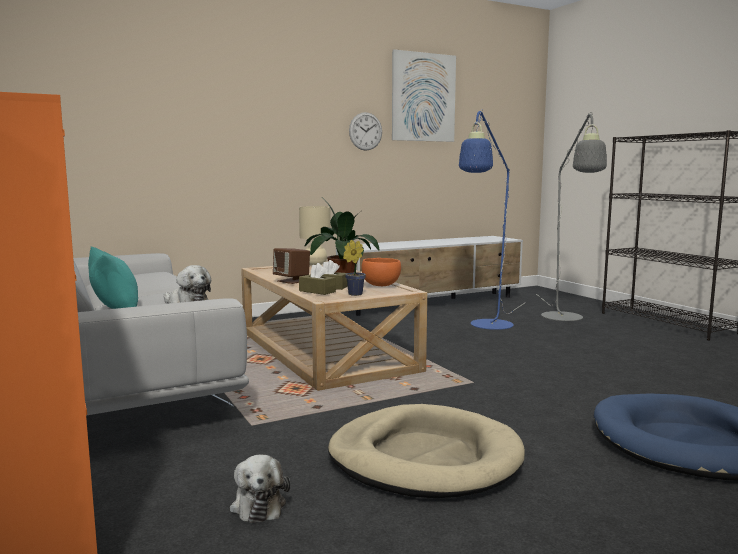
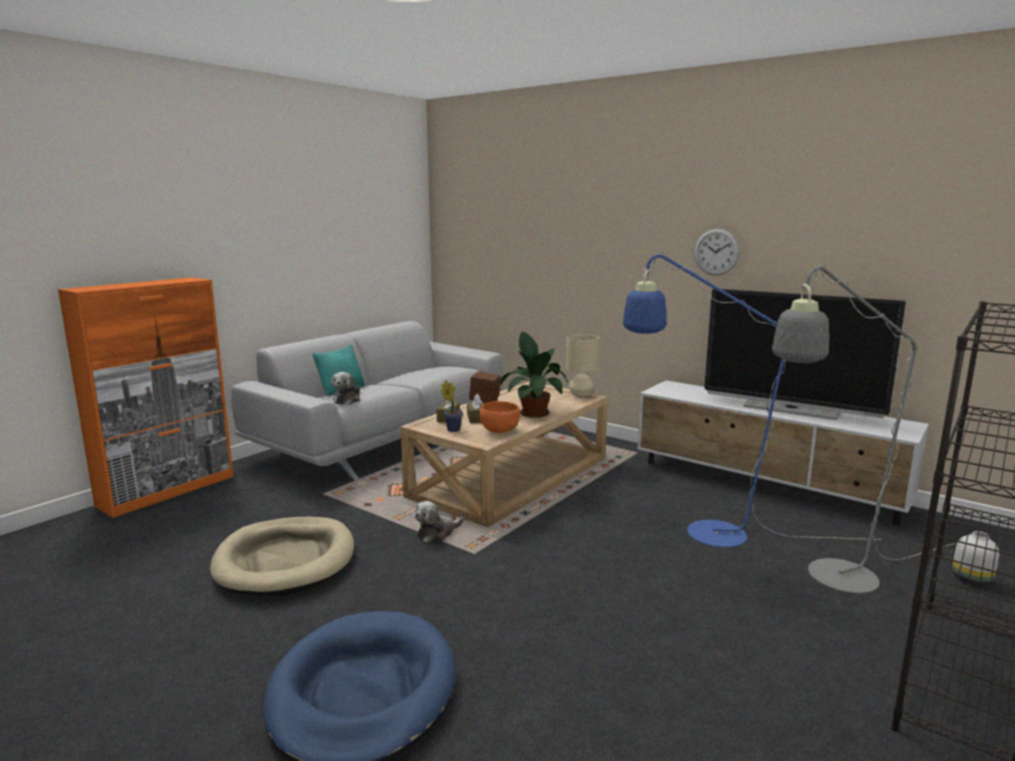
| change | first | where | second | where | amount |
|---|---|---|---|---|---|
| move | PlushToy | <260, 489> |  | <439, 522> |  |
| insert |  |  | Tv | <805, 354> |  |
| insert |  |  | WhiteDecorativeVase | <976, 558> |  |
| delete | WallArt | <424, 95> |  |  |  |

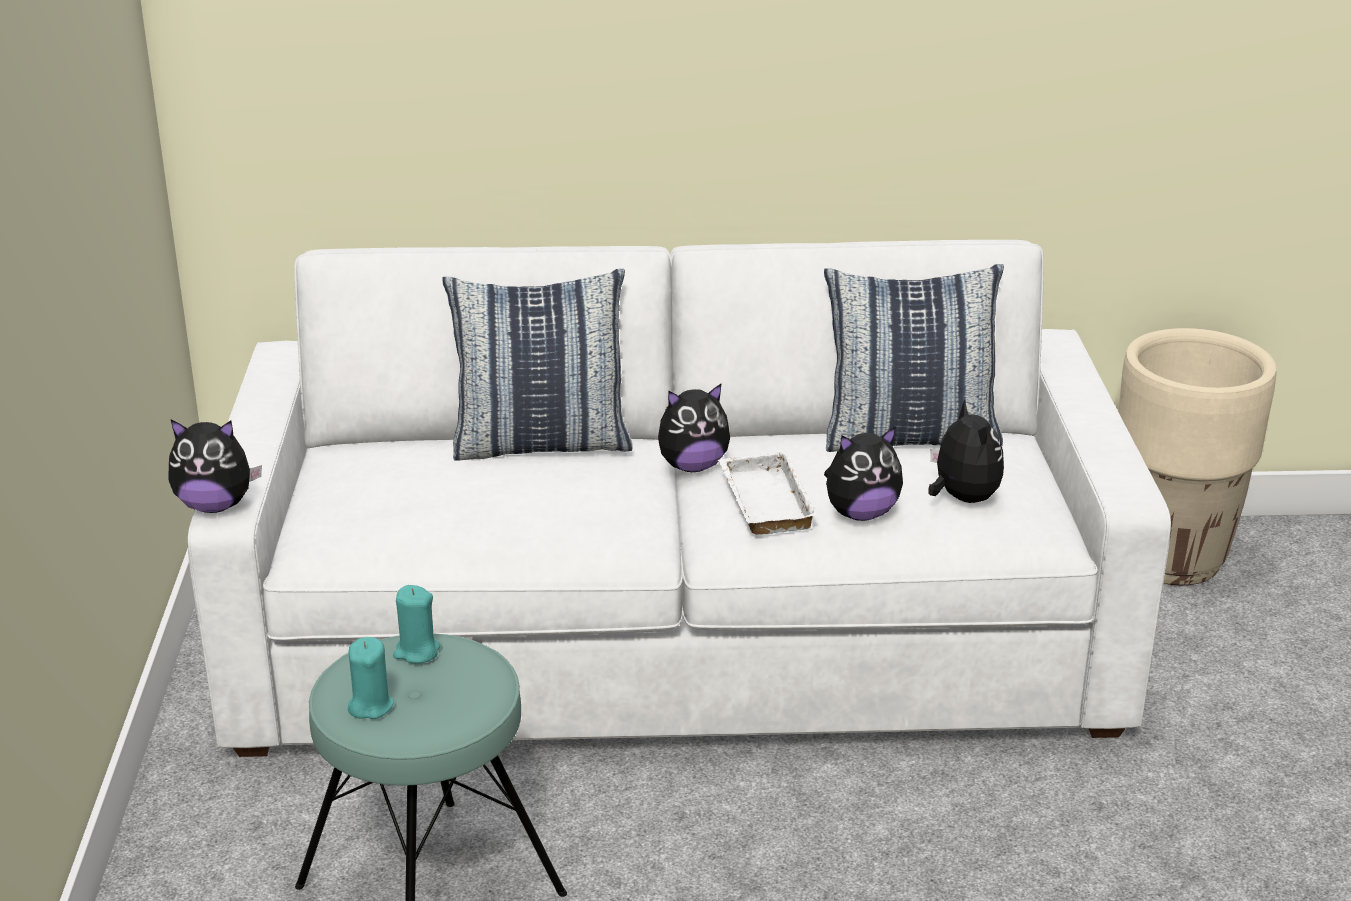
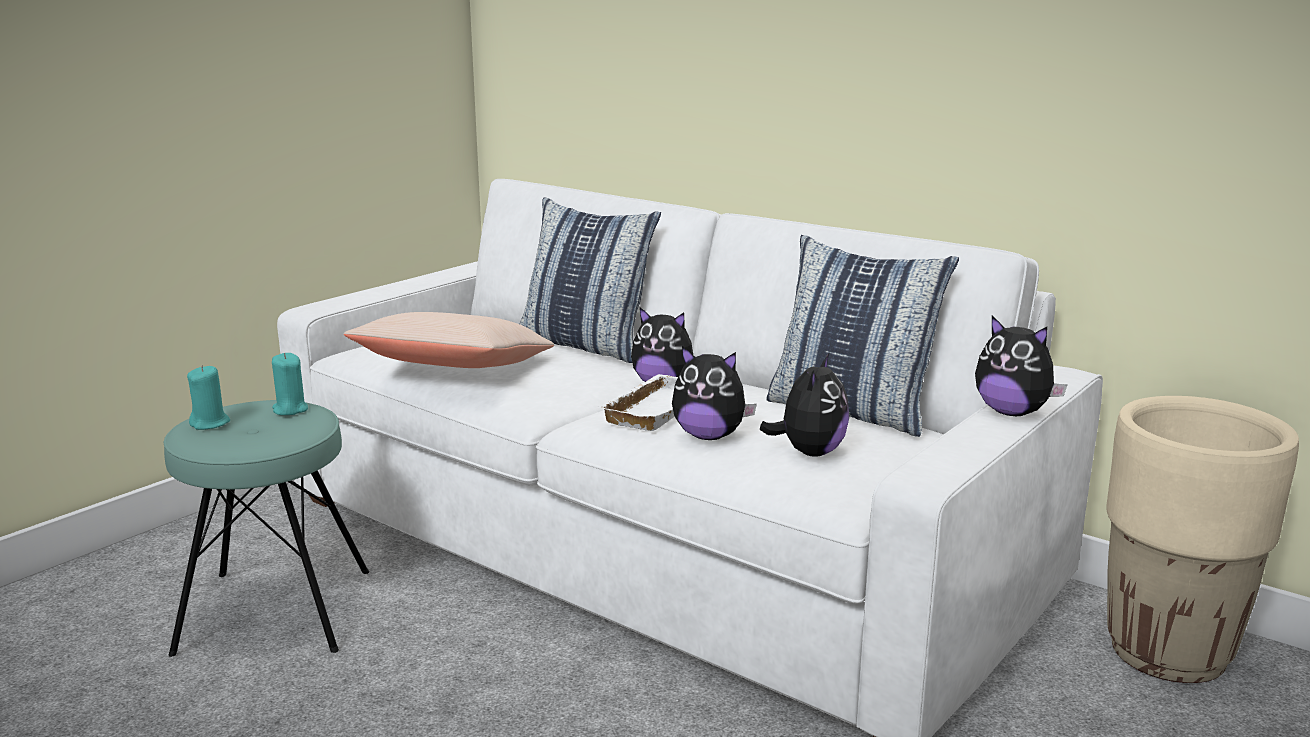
| change | first | where | second | where | amount |
|---|---|---|---|---|---|
| insert |  |  | SandColouredThrowPillow | <449, 340> |  |
| move | PlushToy | <215, 466> |  | <1021, 366> |  |

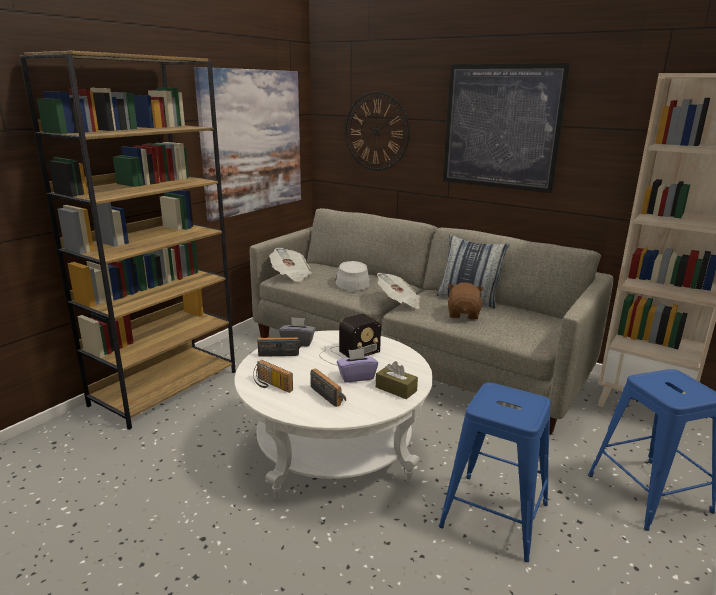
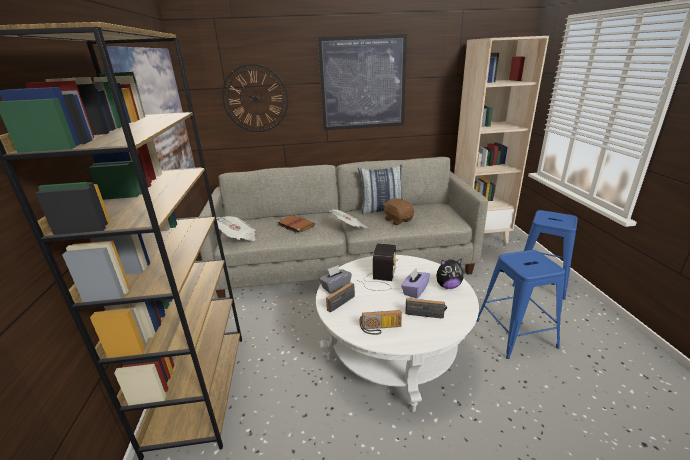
| change | first | where | second | where | amount |
|---|---|---|---|---|---|
| replace | GrayWearableHat | <353, 276> | BrownColouredBoundBook | <296, 224> |  |
| replace | BrownColouredTissueHolder | <397, 380> | PlushToy | <449, 273> |  |

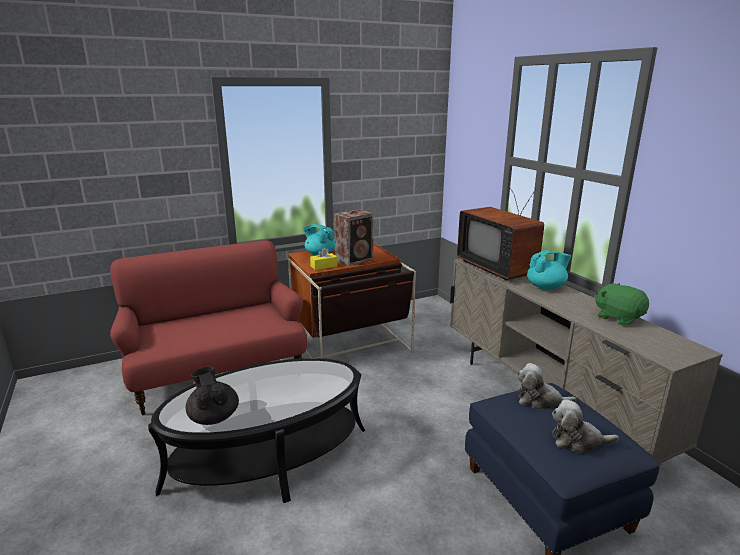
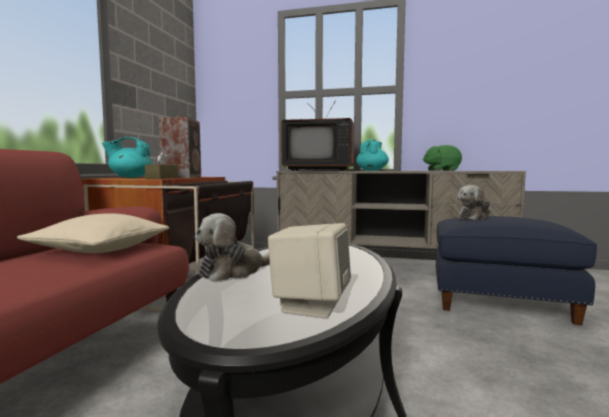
| change | first | where | second | where | amount |
|---|---|---|---|---|---|
| insert |  |  | SandColouredThrowPillow | <93, 233> |  |
| recolor | YellowTissueHolder | <323, 258> | BrownColouredTissueHolder | <161, 165> |  |
| move | PlushToy | <585, 426> |  | <232, 247> |  |
| replace | BlackPotForTea | <212, 395> | SandColouredAudioSpeaker | <309, 270> |  |

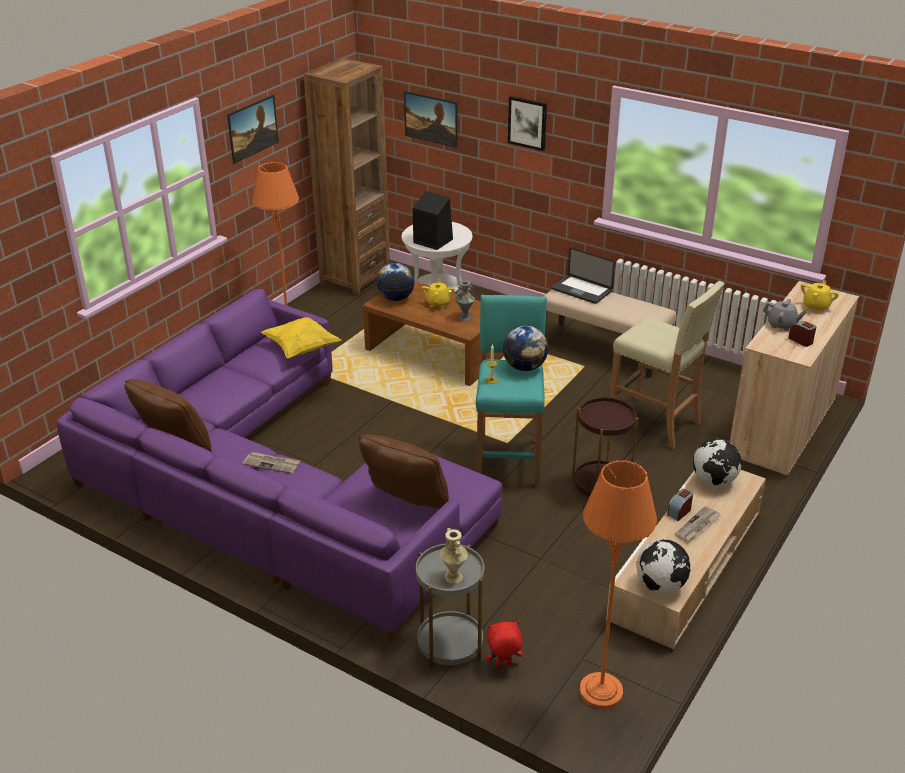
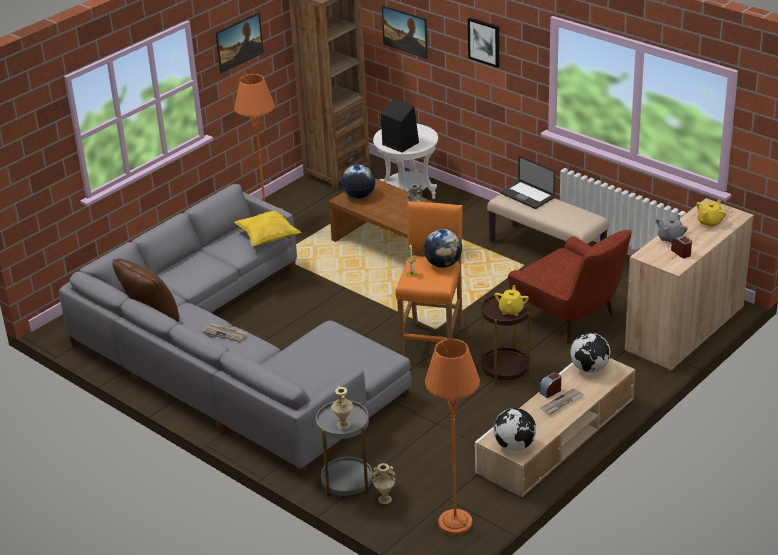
| change | first | where | second | where | amount |
|---|---|---|---|---|---|
| recolor | PurpleSofa | <280, 465> | GraySofa | <235, 330> |  |
| replace | RedPlushToy | <504, 644> | SandColouredDecorativeVase | <383, 483> |  |
| recolor | BlueGreenStoolSeat | <511, 391> | OrangeyStoolSeat | <429, 278> |  |
| move | YellowPotForTea | <438, 293> |  | <511, 300> |  |
| replace | SandColouredStoolSeat | <667, 365> | RedArmchair | <570, 287> |  |
| rotate | GrayPotForTea | <785, 315> |  | <672, 229> | 90 degrees counterclockwise |
| delete | BrownColouredThrowPillow | <404, 471> |  |  |  |

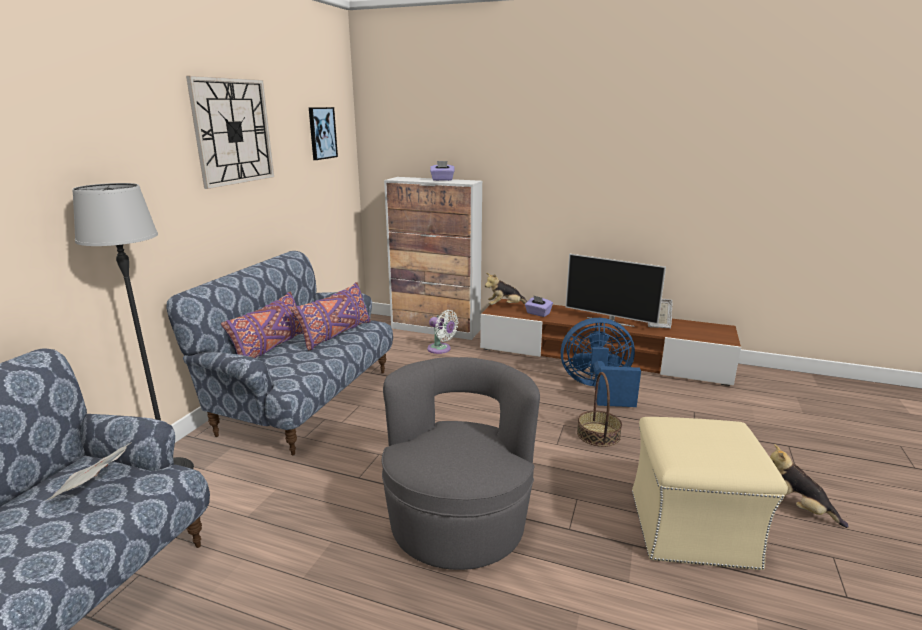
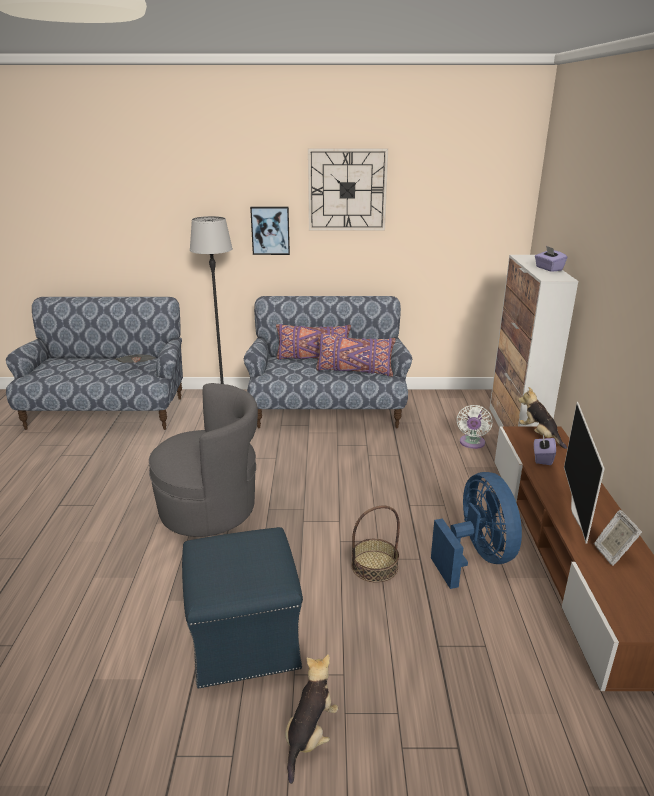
| change | first | where | second | where | amount |
|---|---|---|---|---|---|
| recolor | SandColouredFootrest | <710, 493> | BlueFootrest | <242, 607> |  |
| move | WallArt | <323, 133> |  | <270, 230> |  |

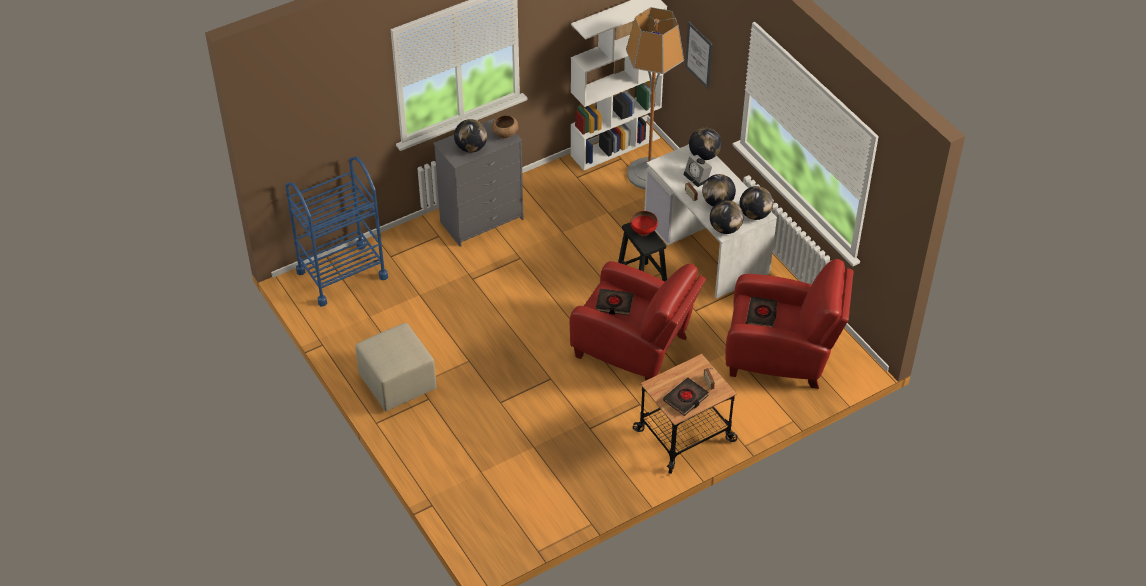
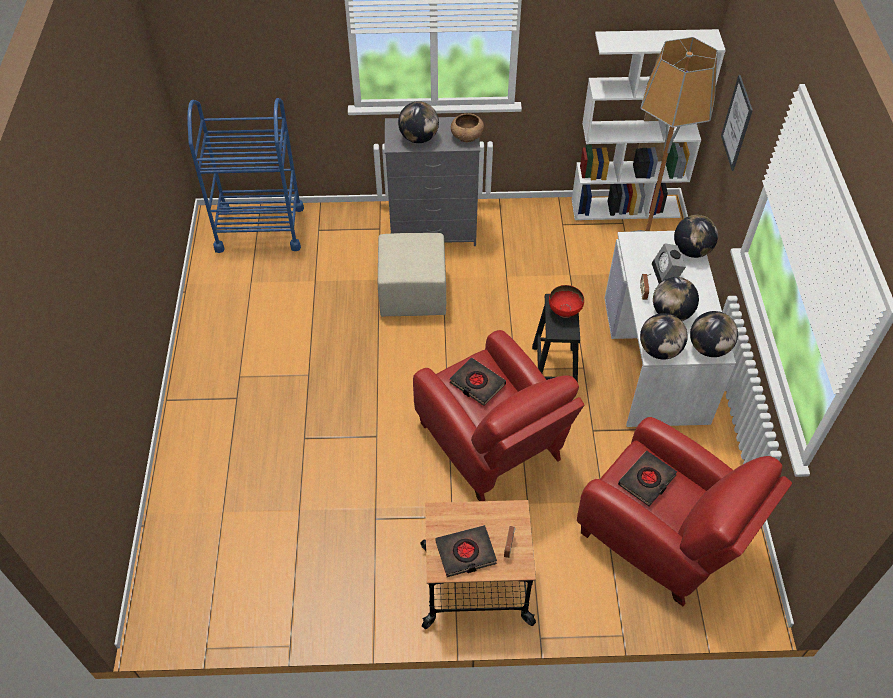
| change | first | where | second | where | amount |
|---|---|---|---|---|---|
| move | SandColouredFootrest | <396, 367> |  | <412, 275> |  |

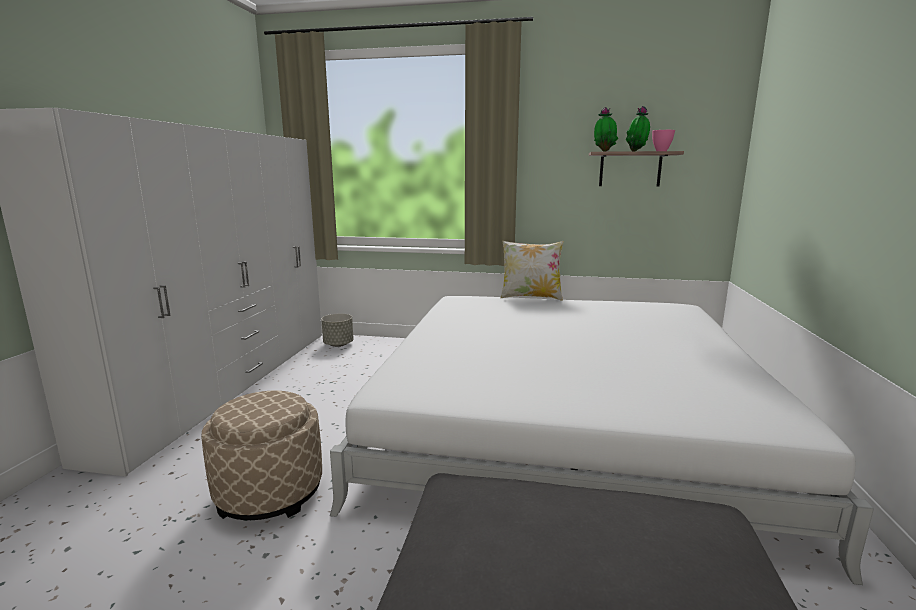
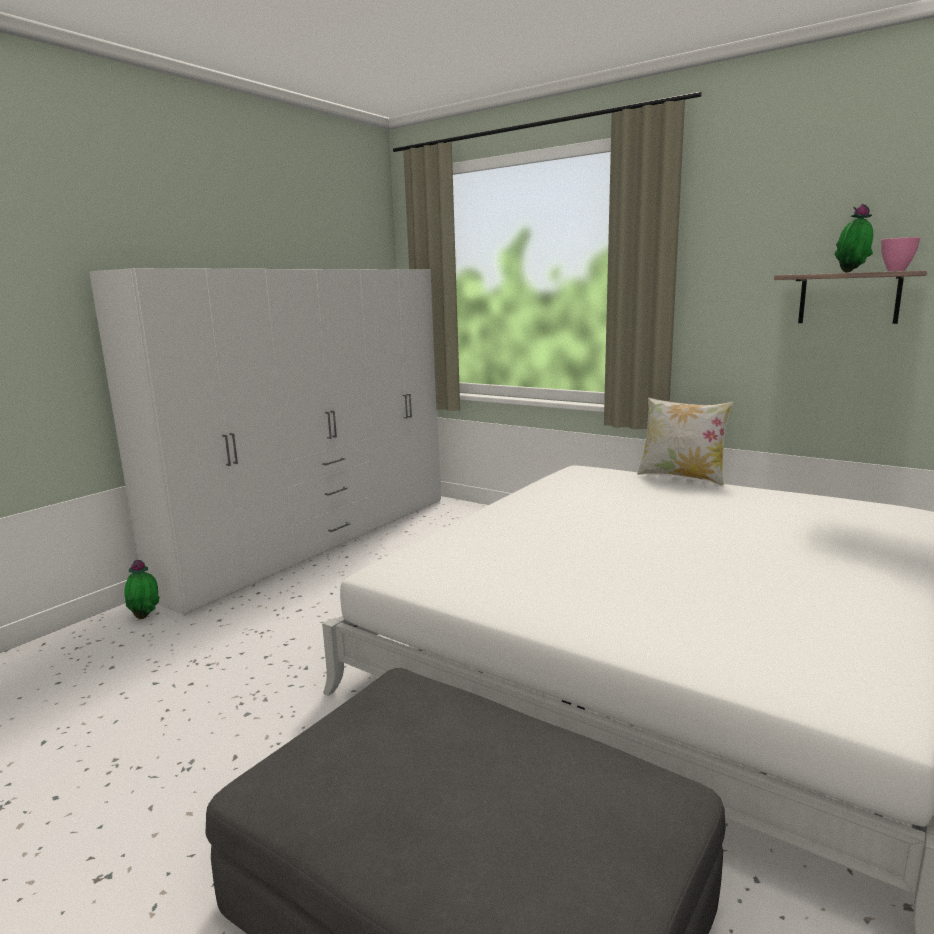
| change | first | where | second | where | amount |
|---|---|---|---|---|---|
| move | PlantInAPot | <606, 129> |  | <142, 589> |  |
| delete | SandColouredFootrest | <261, 455> |  |  |  |
| delete | GrayFlowerPot | <337, 330> |  |  |  |

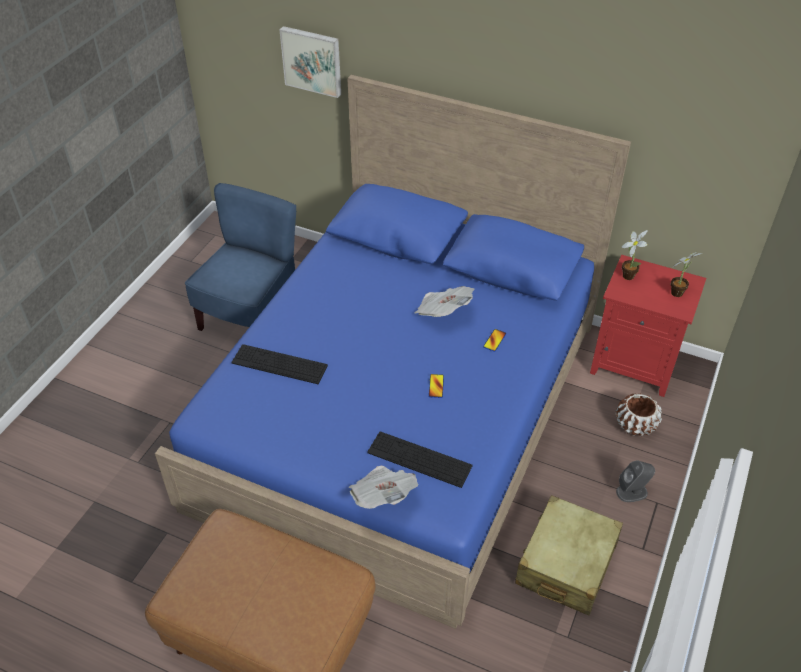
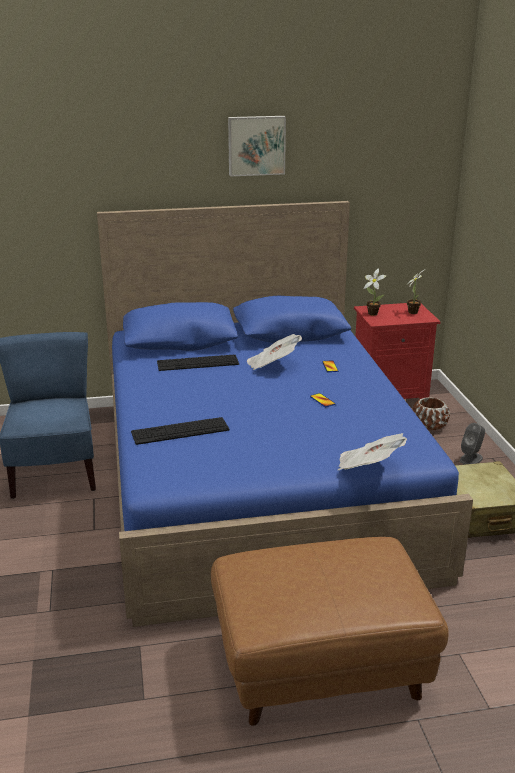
| change | first | where | second | where | amount |
|---|---|---|---|---|---|
| move | PcKeyboard | <420, 459> |  | <198, 362> |  |
| move | WallArt | <310, 62> |  | <257, 146> |  |

